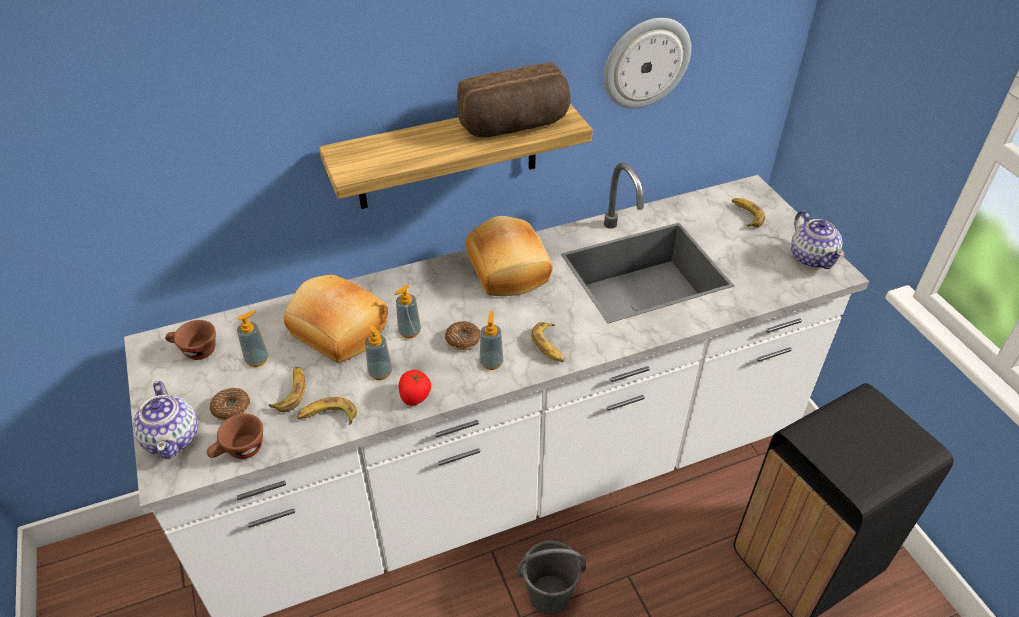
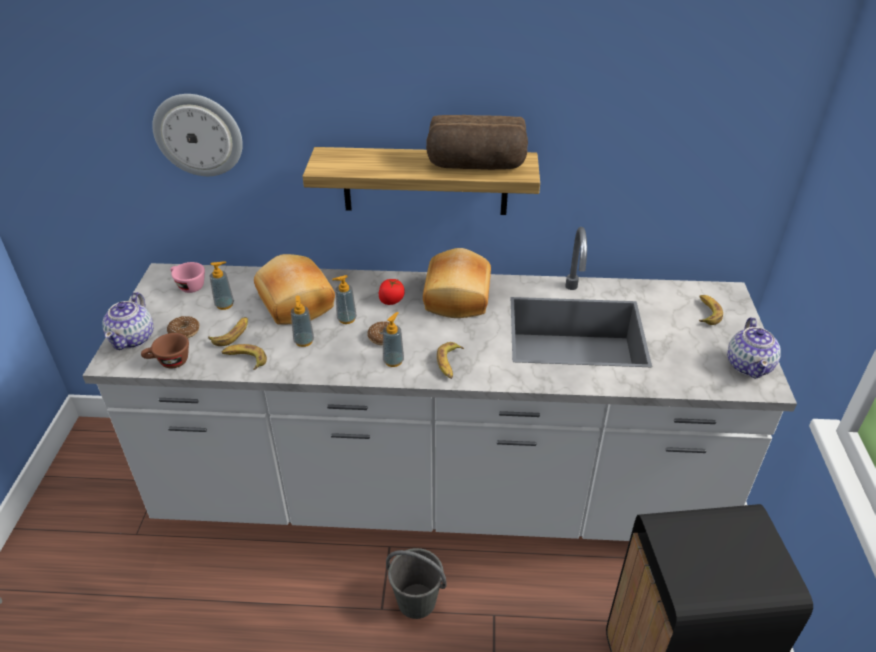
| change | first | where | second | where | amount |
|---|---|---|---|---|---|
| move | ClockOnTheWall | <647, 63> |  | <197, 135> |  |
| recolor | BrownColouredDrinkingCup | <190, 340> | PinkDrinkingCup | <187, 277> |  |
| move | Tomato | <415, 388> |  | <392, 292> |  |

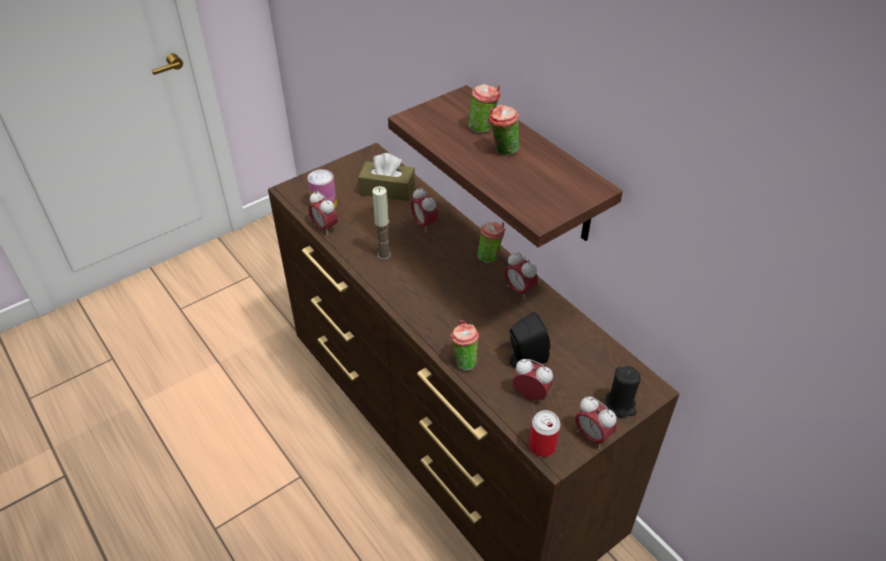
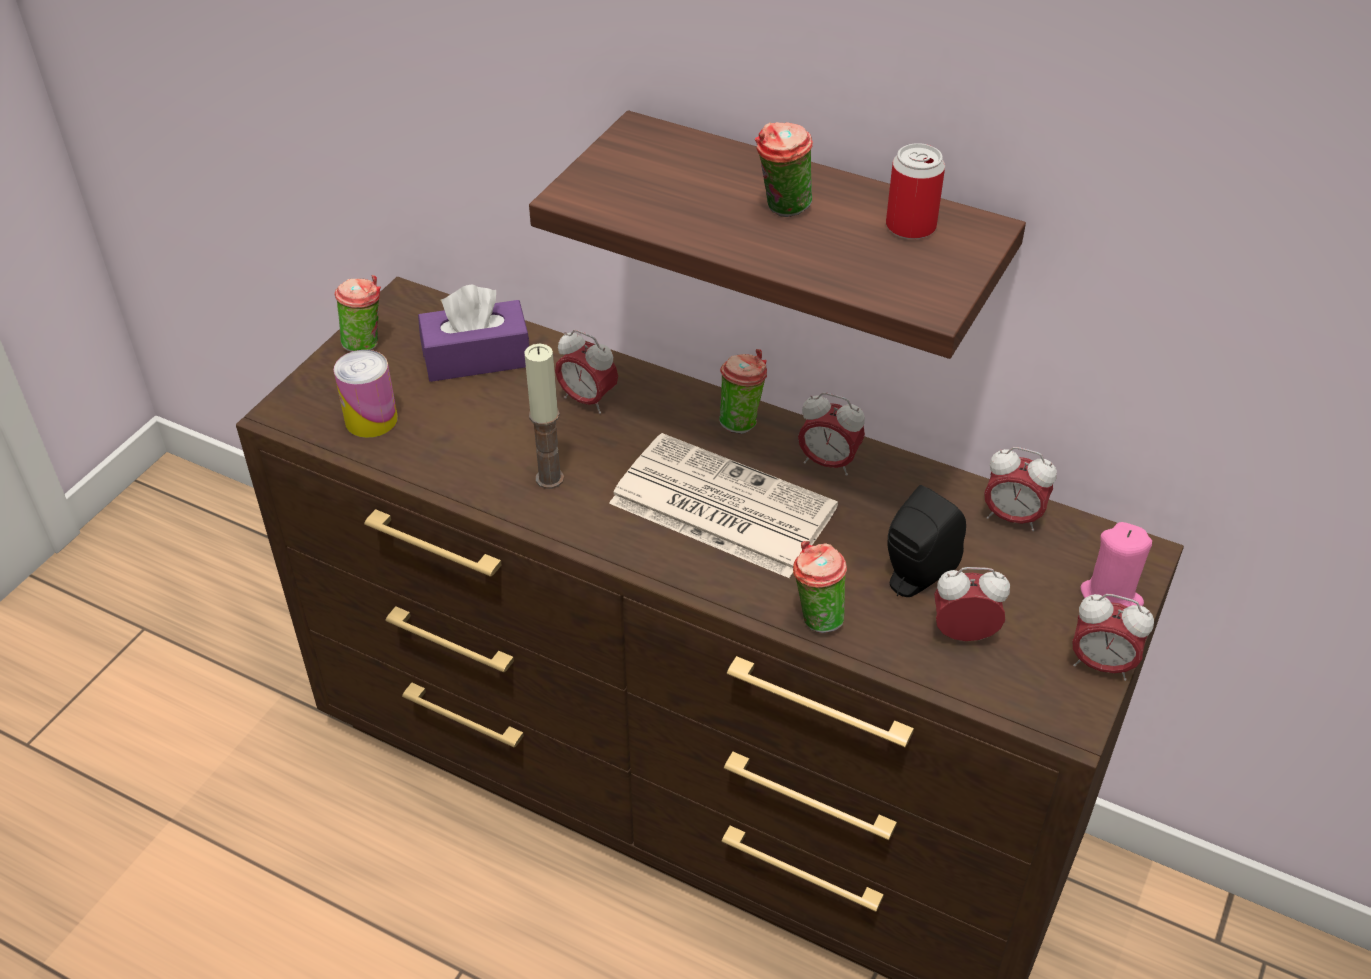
| change | first | where | second | where | amount |
|---|---|---|---|---|---|
| move | DrinkingCup | <485, 108> |  | <358, 313> |  |
| recolor | BrownColouredTissueHolder | <386, 177> | PurpleTissueHolder | <474, 333> |  |
| insert |  |  | PrintedPaper | <723, 505> |  |
| move | SealedCan | <545, 433> |  | <915, 191> |  |
| move | AlarmClock | <323, 213> |  | <1020, 489> |  |
| recolor | BlackCandle | <623, 392> | PinkCandle | <1116, 564> |  |

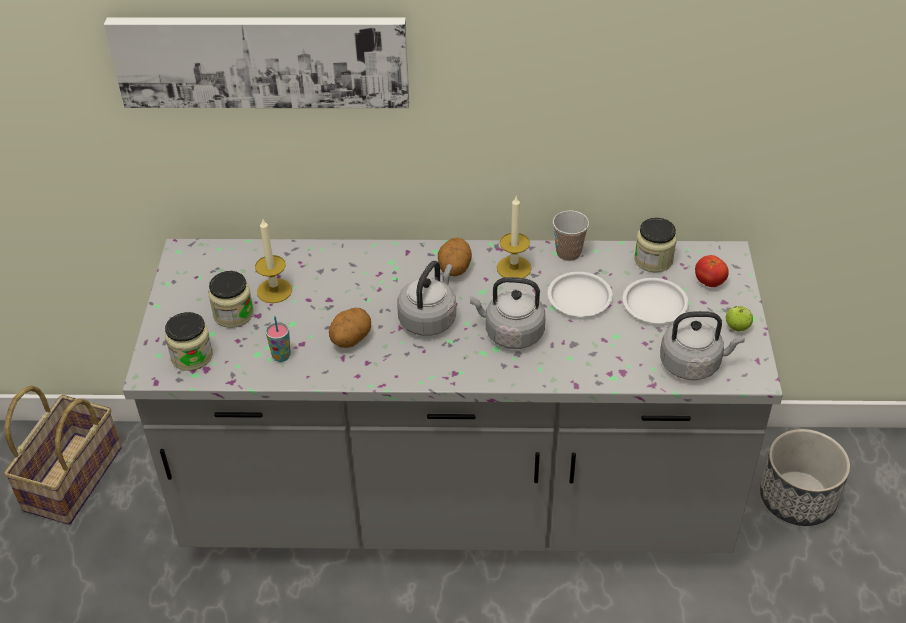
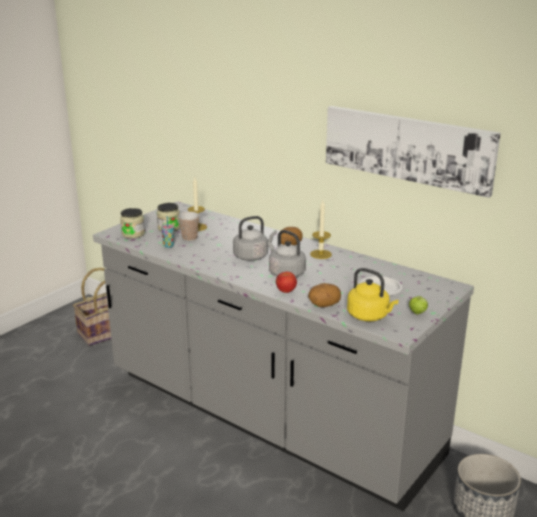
| change | first | where | second | where | amount |
|---|---|---|---|---|---|
| move | DrinkingCup | <571, 235> |  | <188, 226> |  |
| move | Tomato | <712, 271> |  | <286, 282> |  |
| move | WholePotato | <350, 328> |  | <324, 295> |  |
| move | WallArt | <256, 62> |  | <413, 152> |  |
| recolor | GrayKettle | <702, 345> | YellowKettle | <373, 294> |  |
| delete | WhitePlate | <580, 294> |  |  |  |
| delete | Jar | <655, 245> |  |  |  |

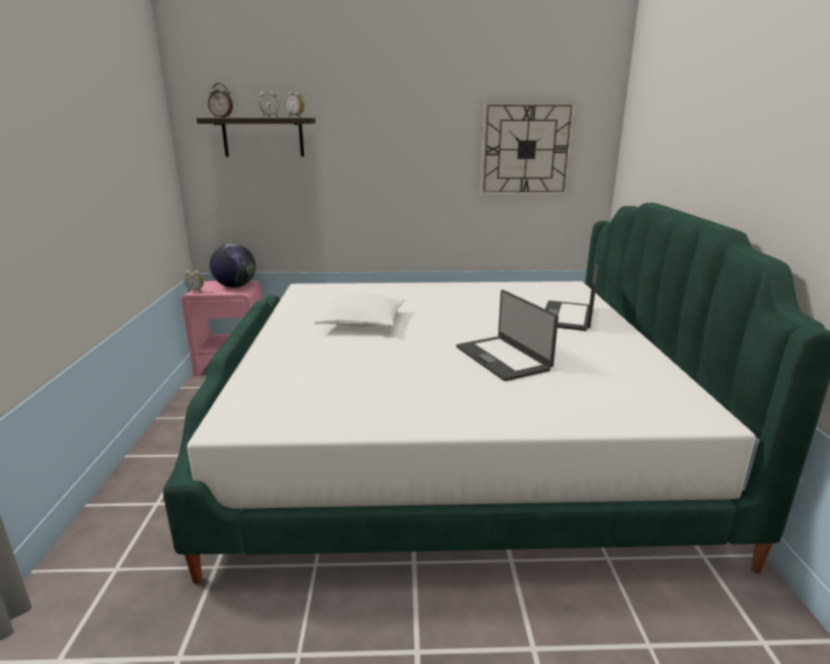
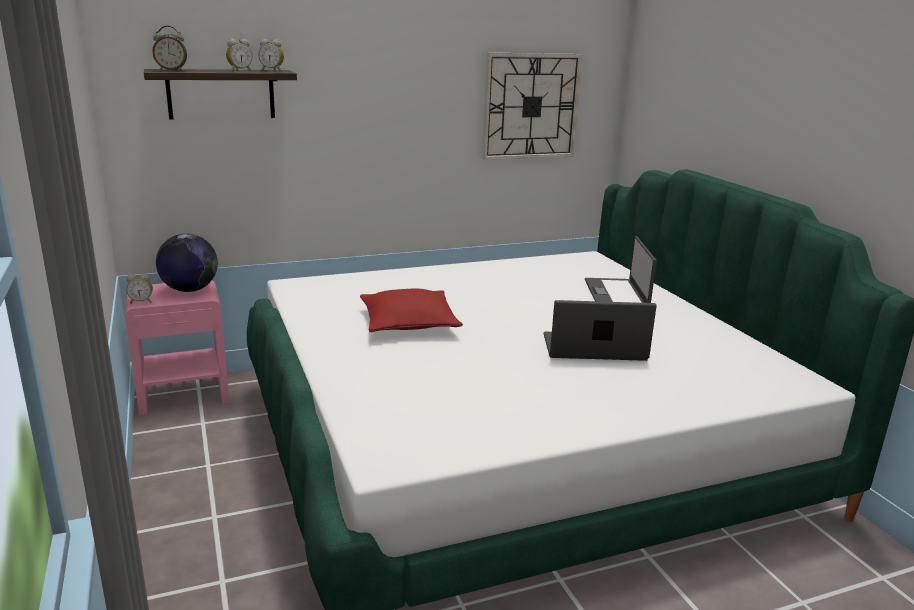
| change | first | where | second | where | amount |
|---|---|---|---|---|---|
| recolor | WhiteThrowPillow | <359, 310> | RedThrowPillow | <411, 310> |  |
| rotate | Laptop | <507, 335> |  | <600, 330> | 135 degrees clockwise |

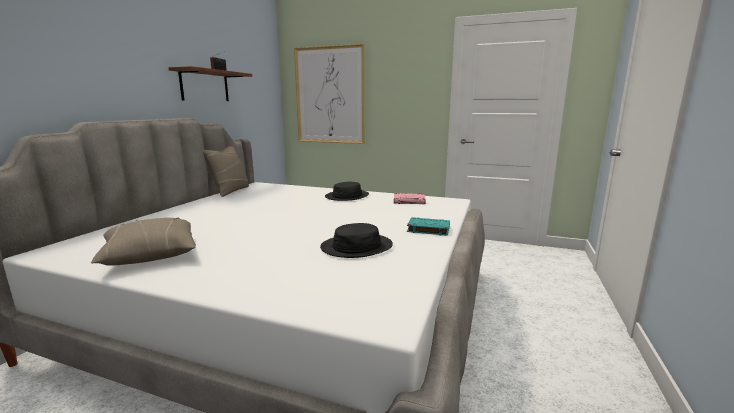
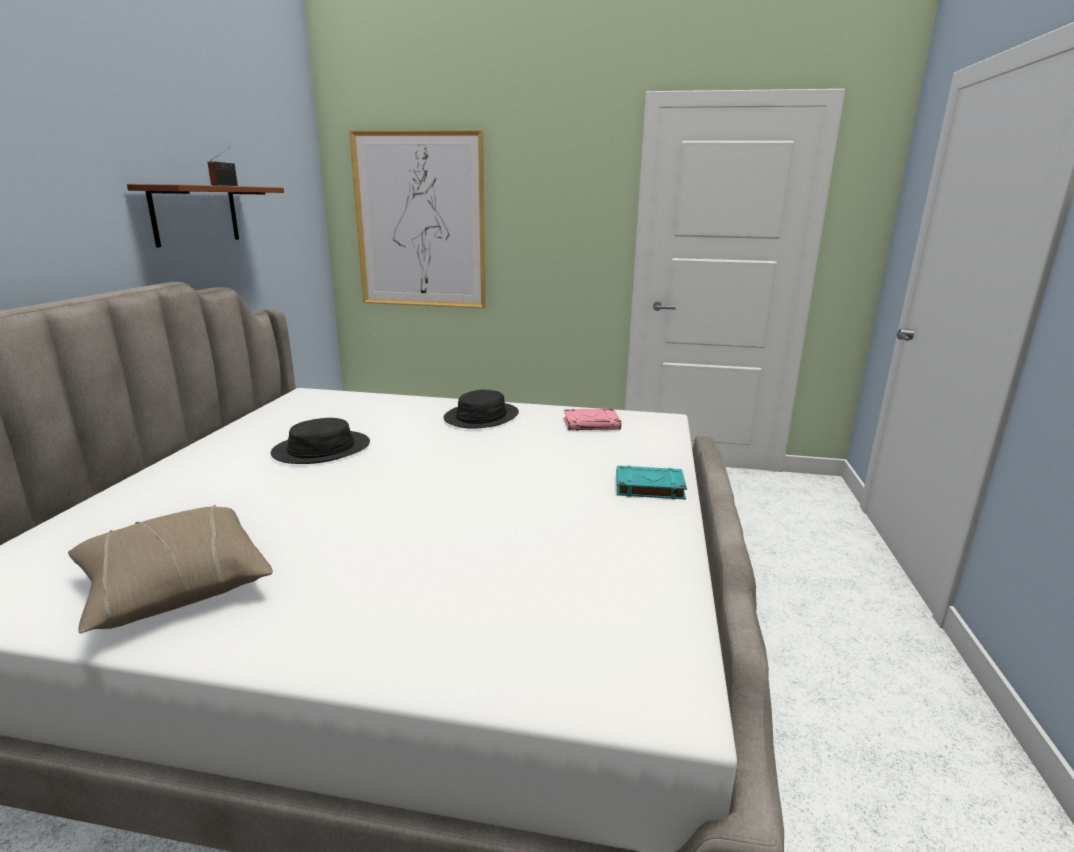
| change | first | where | second | where | amount |
|---|---|---|---|---|---|
| move | BlackWearableHat | <356, 240> |  | <320, 441> |  |
| delete | SandColouredThrowPillow | <225, 171> |  |  |  |

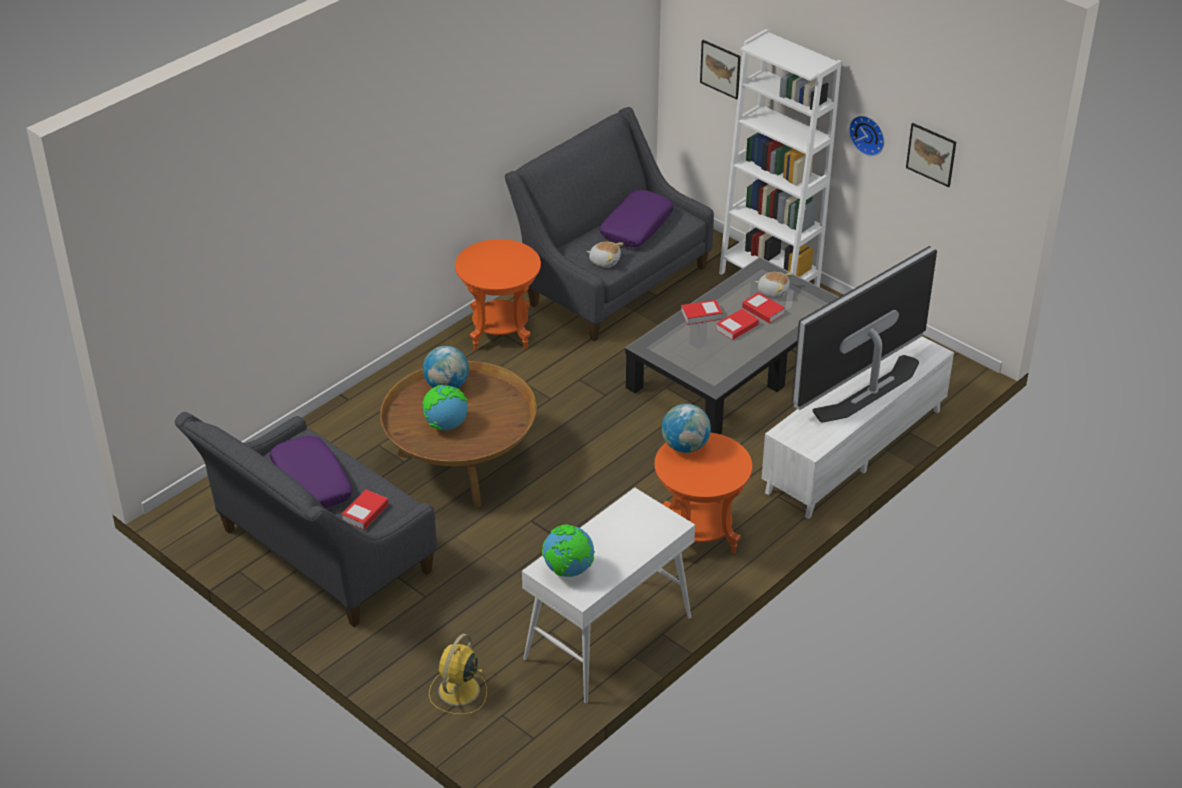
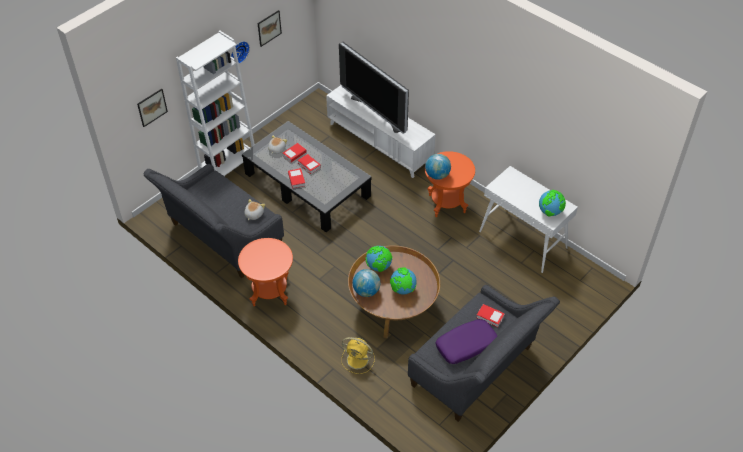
| change | first | where | second | where | amount |
|---|---|---|---|---|---|
| move | YellowCoolingFan | <458, 674> |  | <358, 355> |  |
| insert |  |  | DeskGlobe | <379, 259> |  |
| delete | PurpleThrowPillow | <636, 218> |  |  |  |

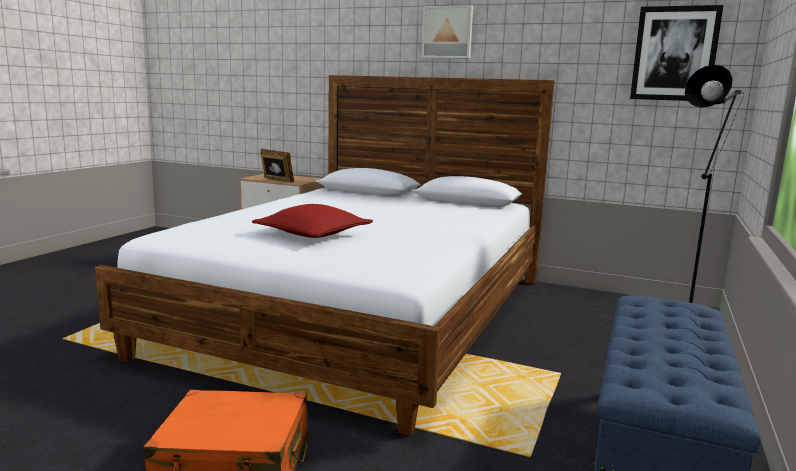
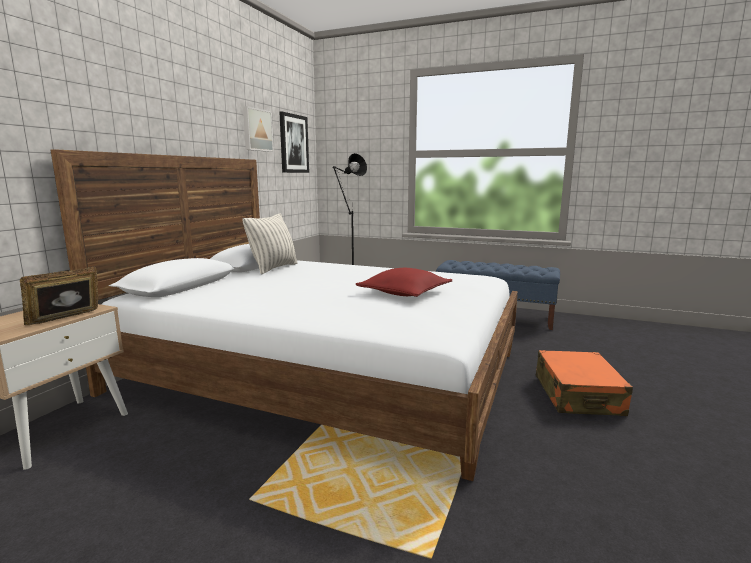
| change | first | where | second | where | amount |
|---|---|---|---|---|---|
| insert |  |  | ThrowPillow | <270, 244> |  |
| move | WallArt | <447, 32> |  | <258, 129> |  |

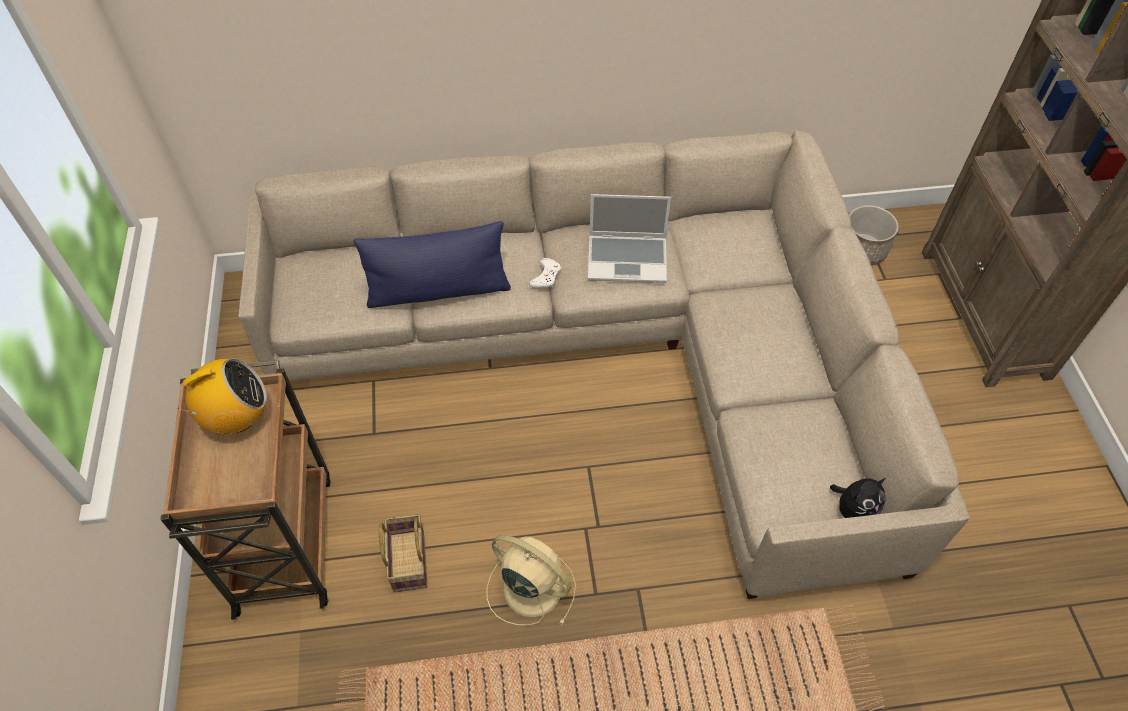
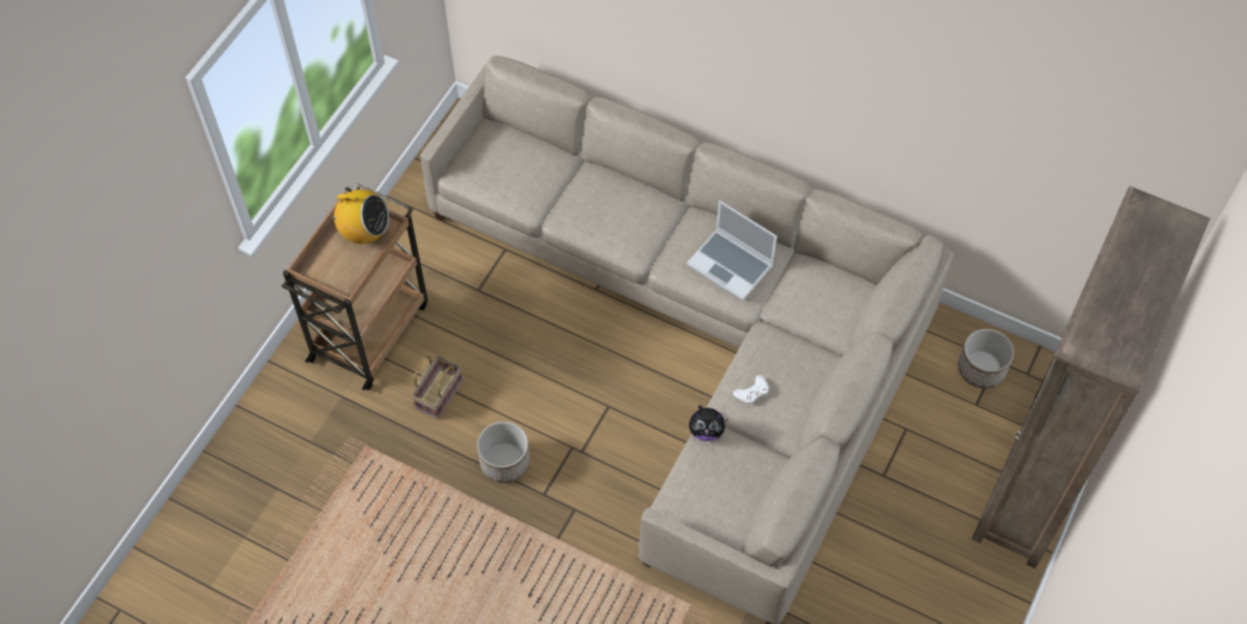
| change | first | where | second | where | amount |
|---|---|---|---|---|---|
| replace | SandColouredCoolingFan | <531, 580> | FlowerPot | <503, 452> |  |
| move | PlushToy | <858, 498> |  | <708, 423> |  |
| move | WhiteJoypad | <545, 273> |  | <751, 390> |  |
| delete | BlueThrowPillow | <432, 264> |  |  |  |

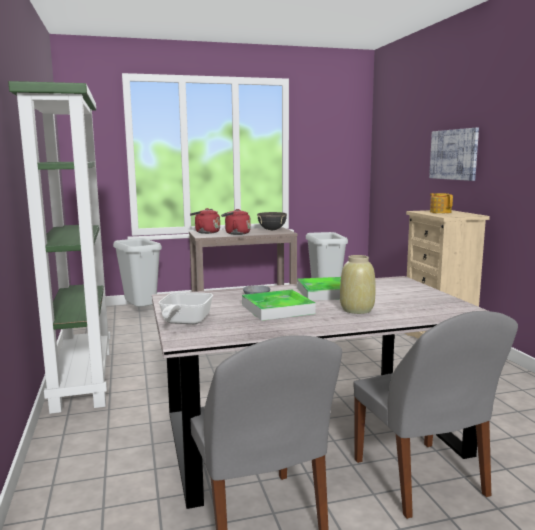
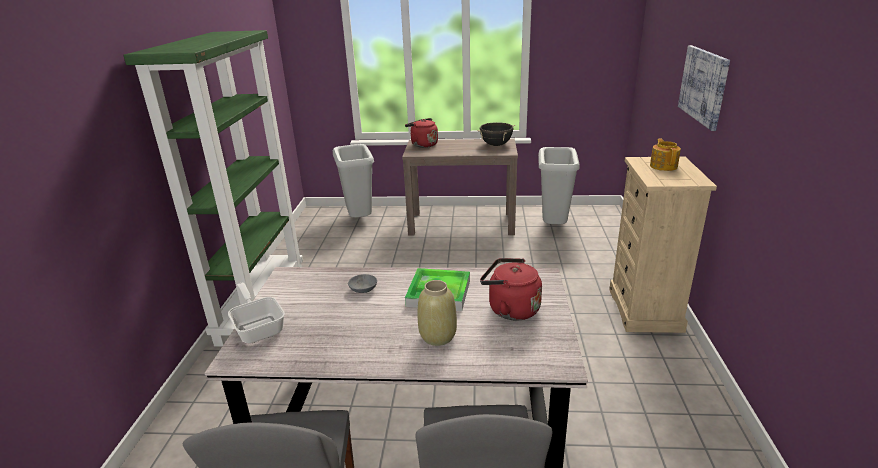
| change | first | where | second | where | amount |
|---|---|---|---|---|---|
| rotate | FryingPan | <185, 308> |  | <256, 313> | 120 degrees clockwise |
| move | RedKettle | <236, 222> |  | <511, 289> |  |
| delete | Tray | <278, 305> |  |  |  |

